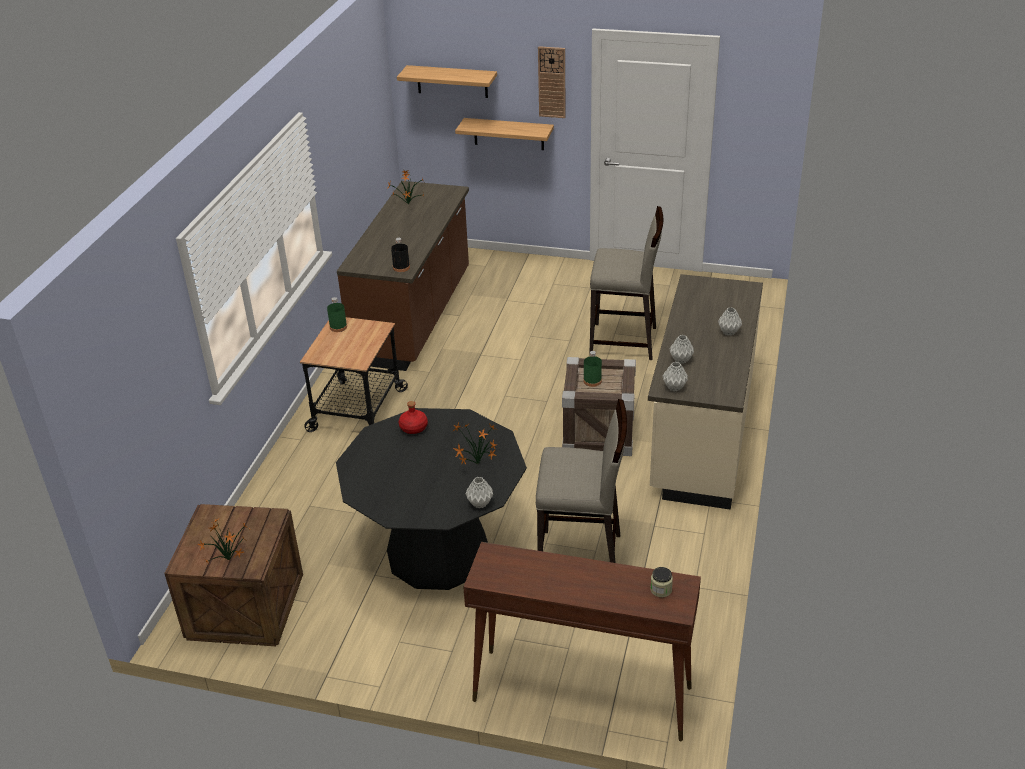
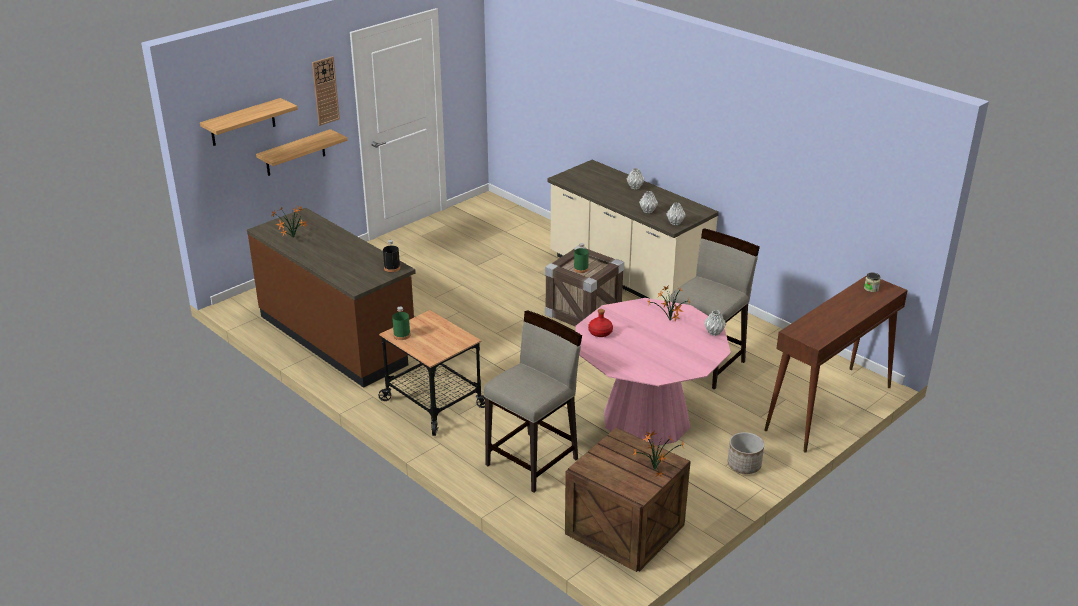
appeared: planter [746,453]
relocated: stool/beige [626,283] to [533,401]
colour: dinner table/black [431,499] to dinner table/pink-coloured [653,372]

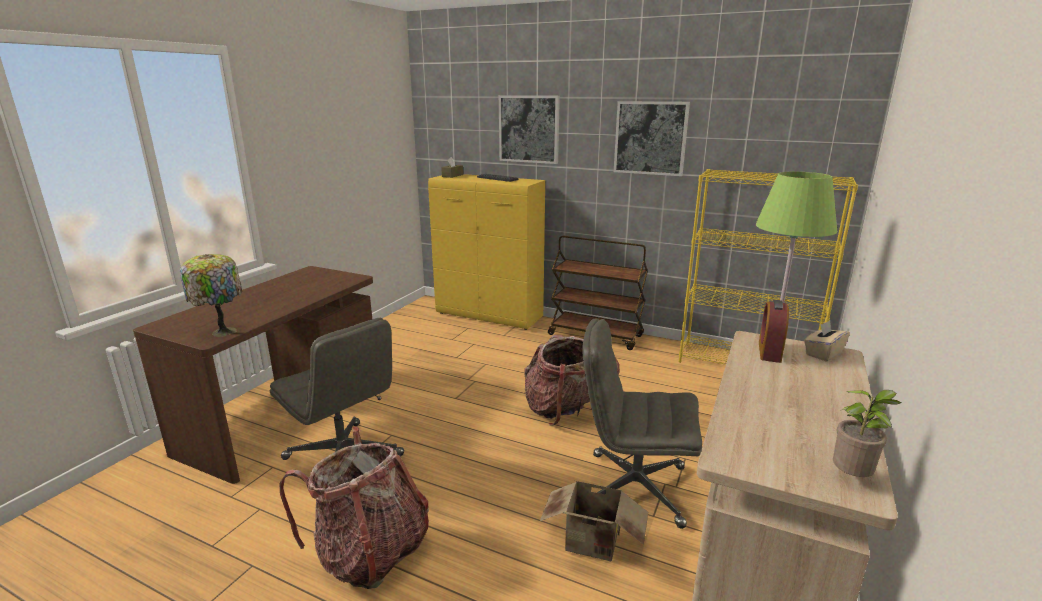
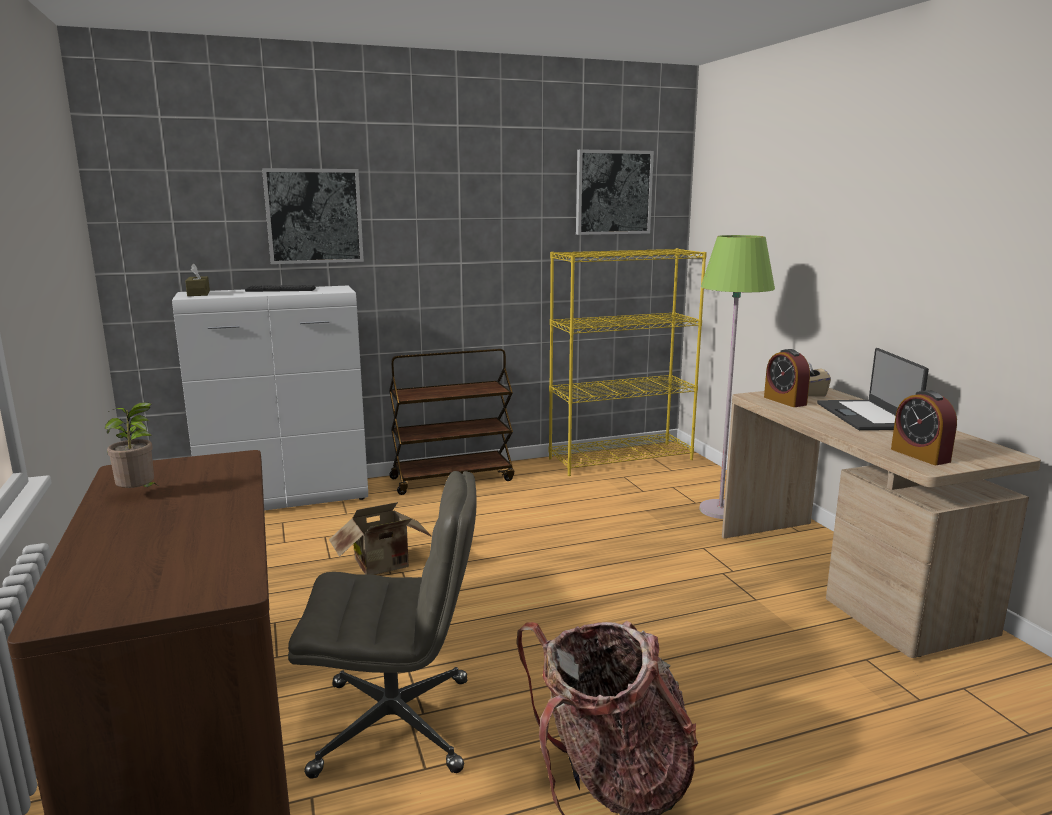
missing: table lamp [211,295]; backpack [572,380]; office chair/greyish [642,424]
appeared: laptop [873,389]; alarm clock [924,427]
relocated: potted plant [867,433] to [132,445]; carton [594,520] to [380,538]; picture [652,138] to [615,192]
colour: cabinet/yellow-coloured [486,252] to cabinet/white-coloured [270,398]

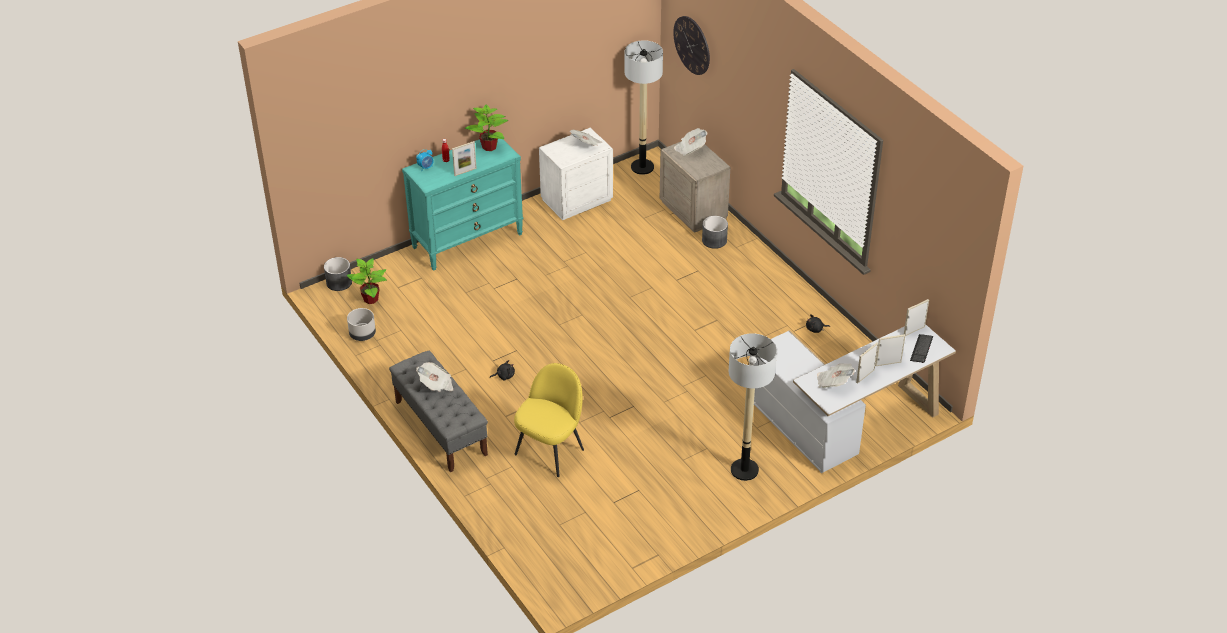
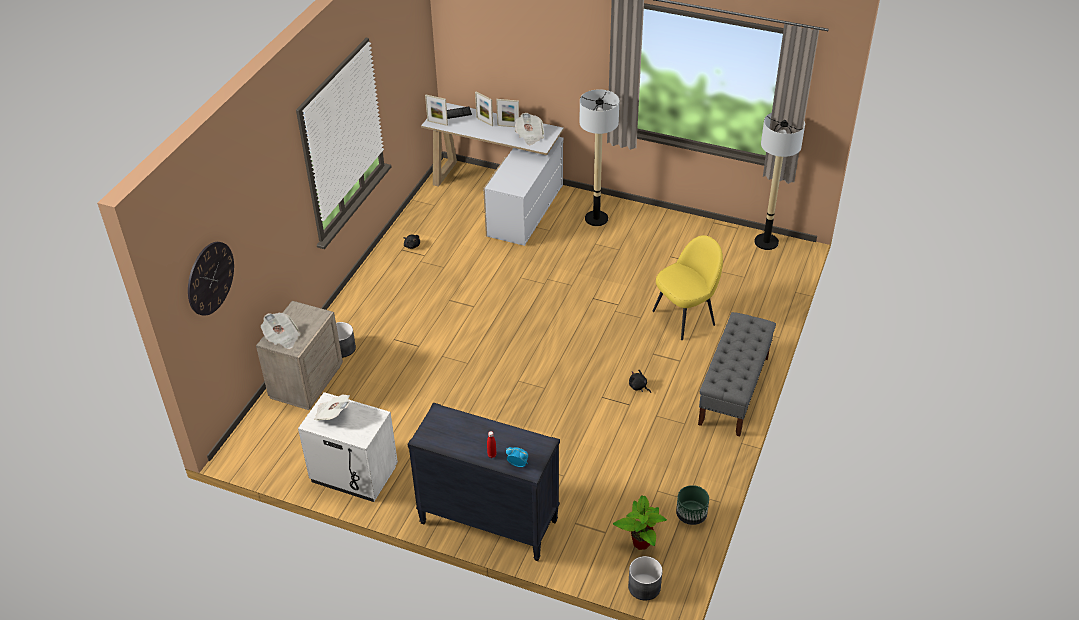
missing: daily paper [434,377]; photo frame [464,158]; potted plant [486,128]
relocated: standard lamp [644,107] to [779,181]
colour: dresser/turquoise-coloured [463,205] to dresser/black [484,481]; planter/greyish [361,324] to planter/greenish [692,505]
spun: chair/yellow-coloured [549,420] = [688,287] 150 degrees clockwise

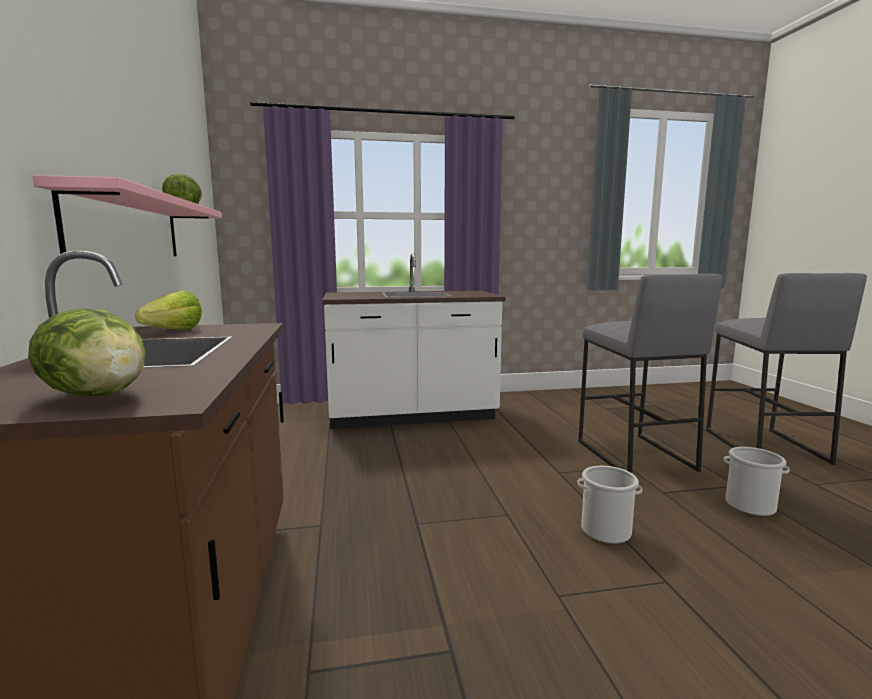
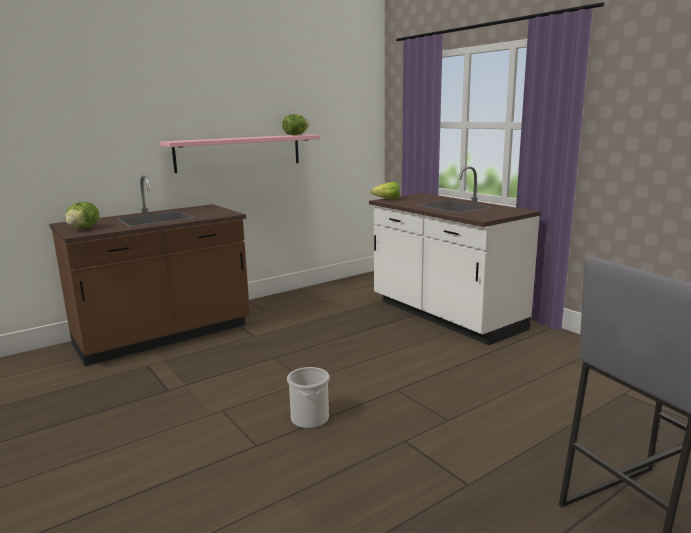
missing: stool/greyish [650,373]; water bucket [757,481]
relocated: head of lettuce [168,310] to [385,191]

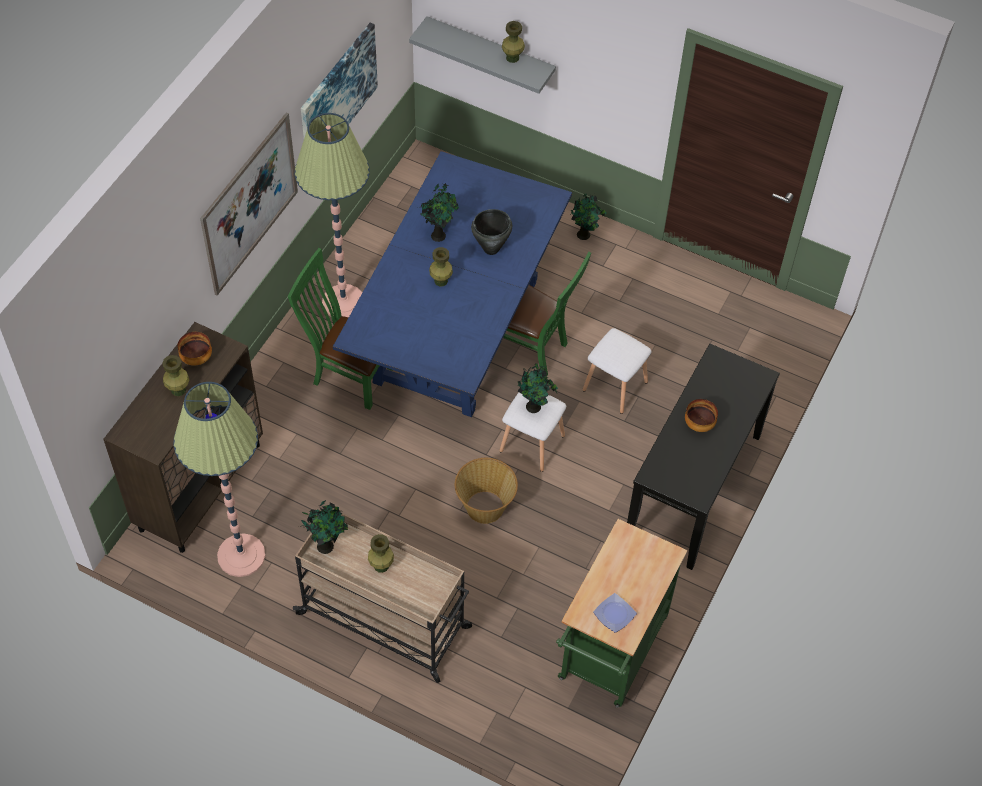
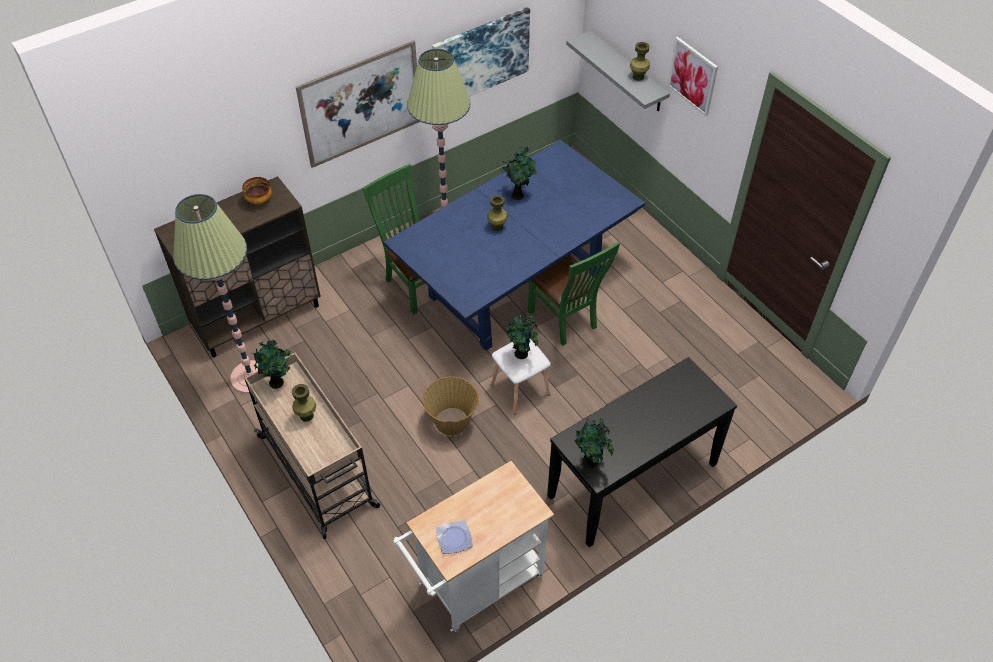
missing: flower vase/greenish [176,375]; saucepot/black [491,232]; stool/white-coloured [617,371]; deep dish [701,415]
appeared: picture [693,76]
relocated: potted plant [589,217] to [594,443]
colour: wheeled cart/greenish [621,613] to wheeled cart/white-coloured [473,546]

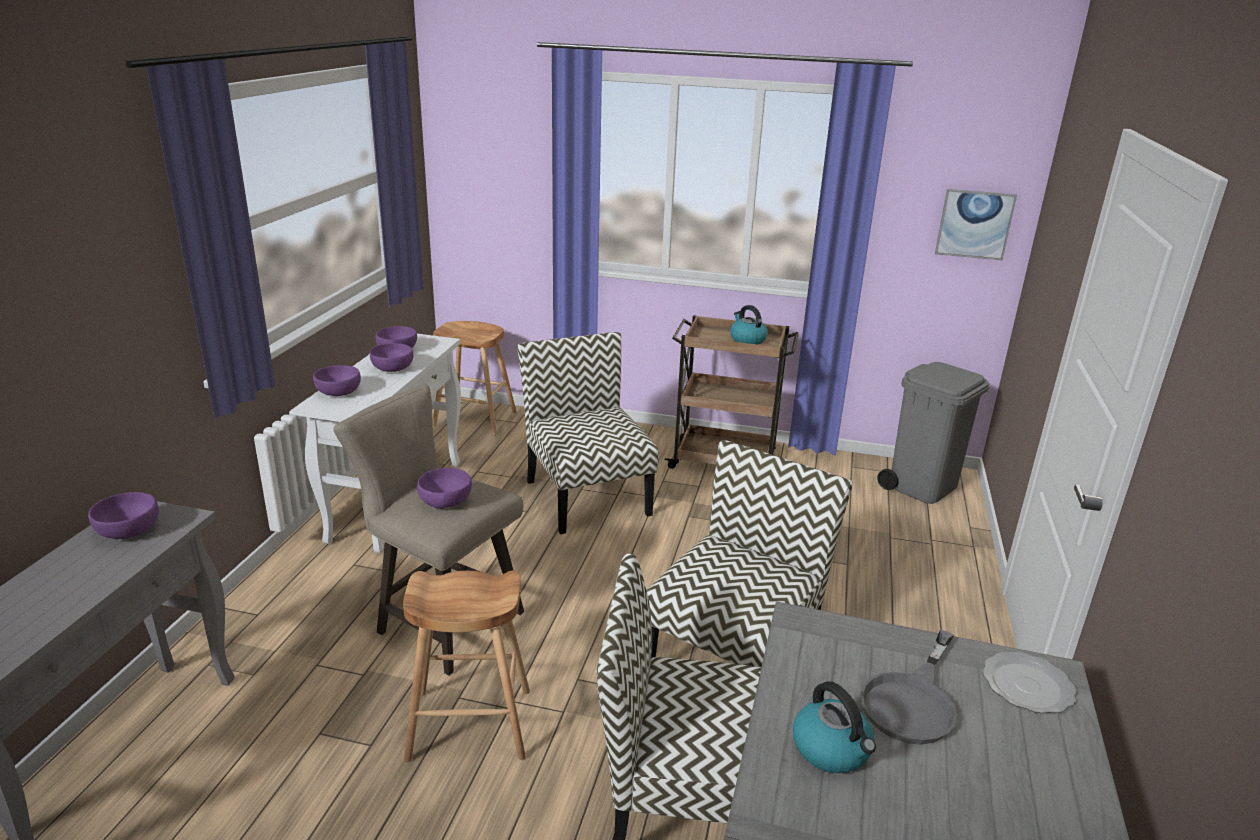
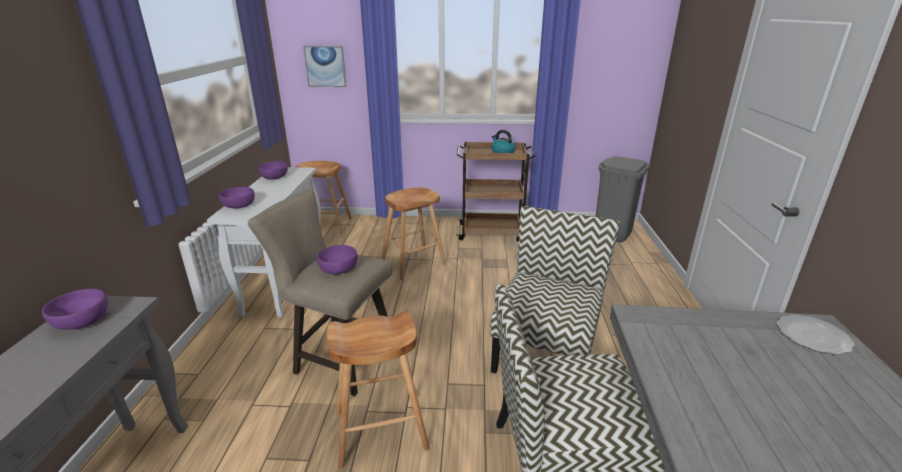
missing: deep dish/purplish [392,357]; tea kettle [834,727]; pan/greyish [908,687]
relocated: picture [976,224] to [325,66]
exchanged: chair [588,433] to stool/brown [413,233]

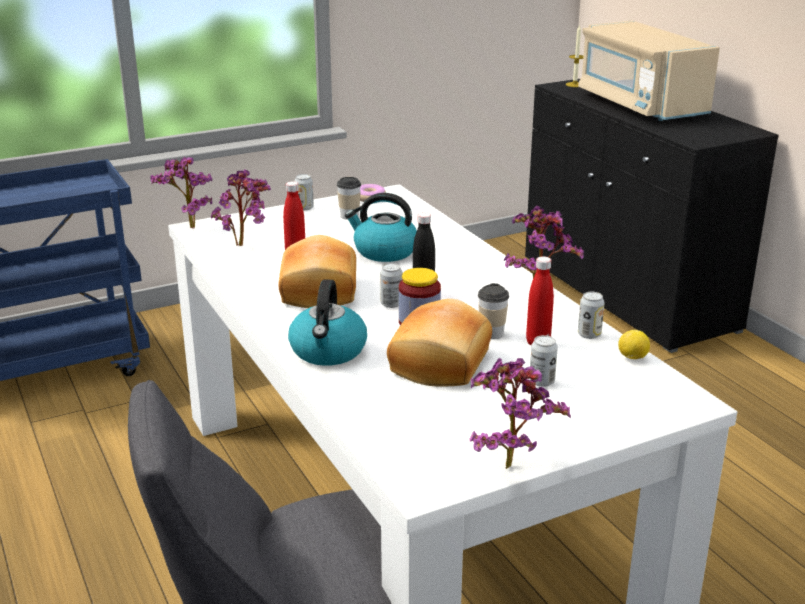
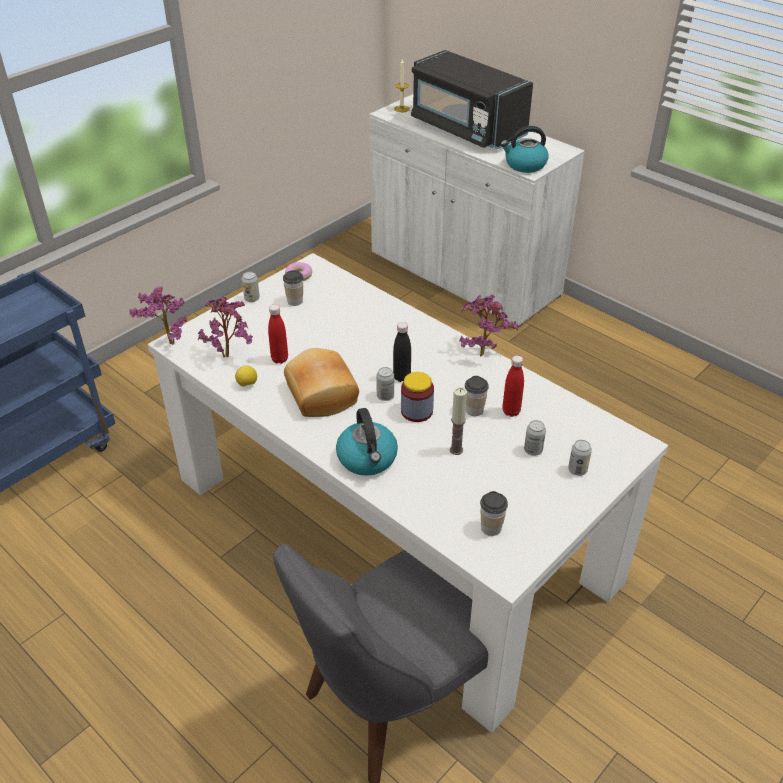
missing: potted plant [520,413]
appeared: cup [494,513]
relocated: citrus fruit [634,344] to [246,376]; tea kettle [381,227] to [525,149]; metal can [591,315] to [580,458]
exchanged: bread [439,342] to wax candle [458,421]
colour: cabinet/black [652,216] to cabinet/white-coloured [477,211]; microwave/beige [649,71] to microwave/black [472,99]

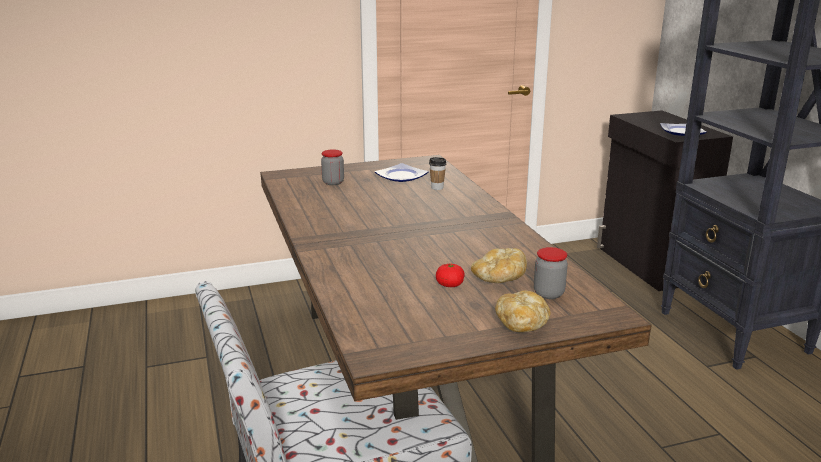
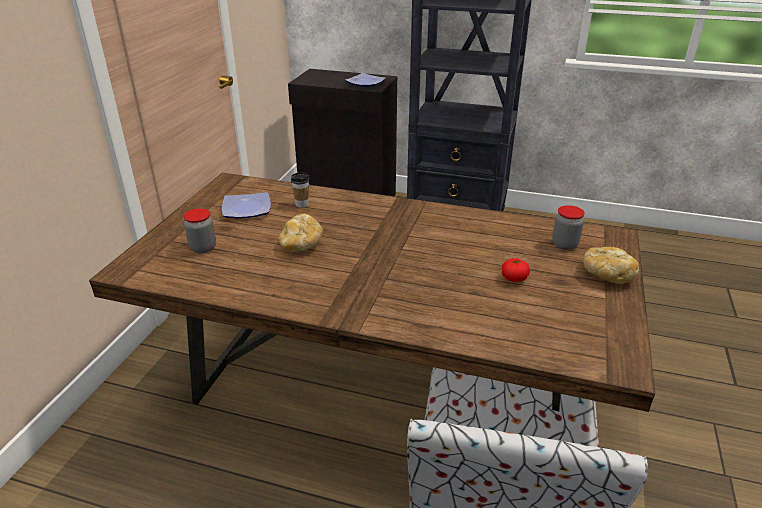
relocated: bread [499,265] to [301,232]

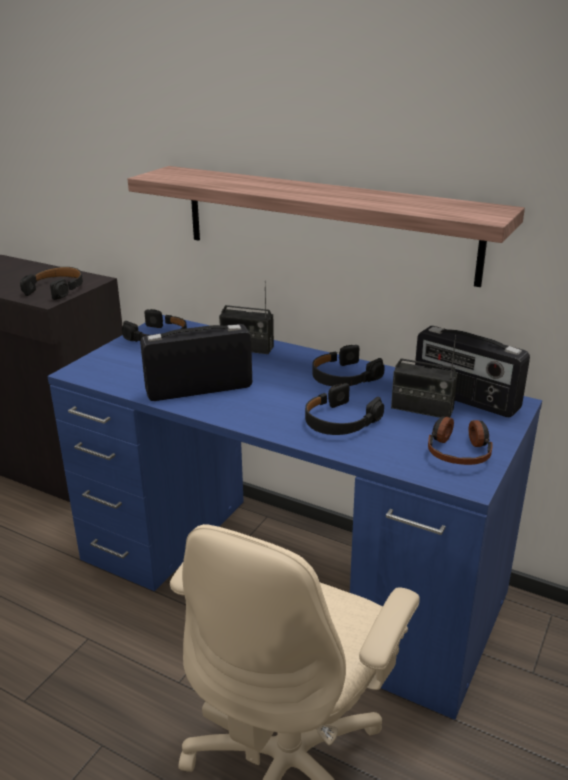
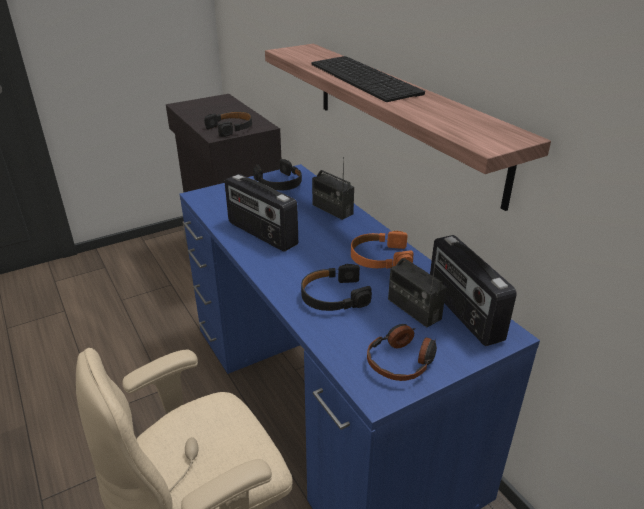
appeared: PC keyboard [368,79]
colour: headset/black [348,365] to headset/orange-coloured [382,250]
spun: radio [196,362] = [261,213] 150 degrees counterclockwise

